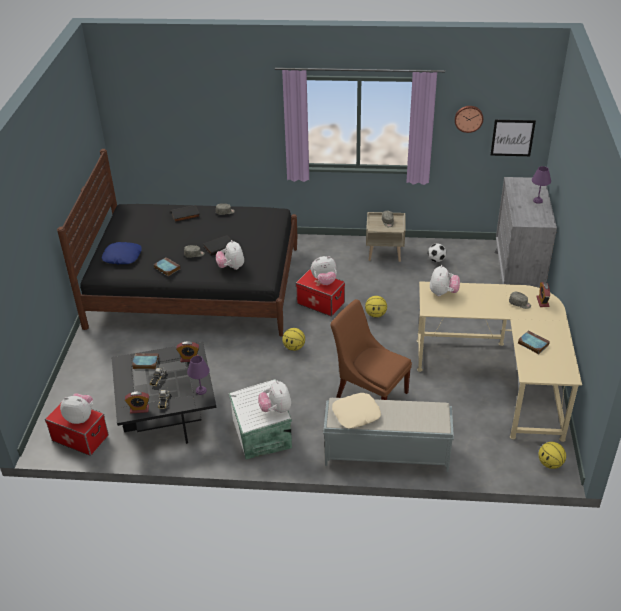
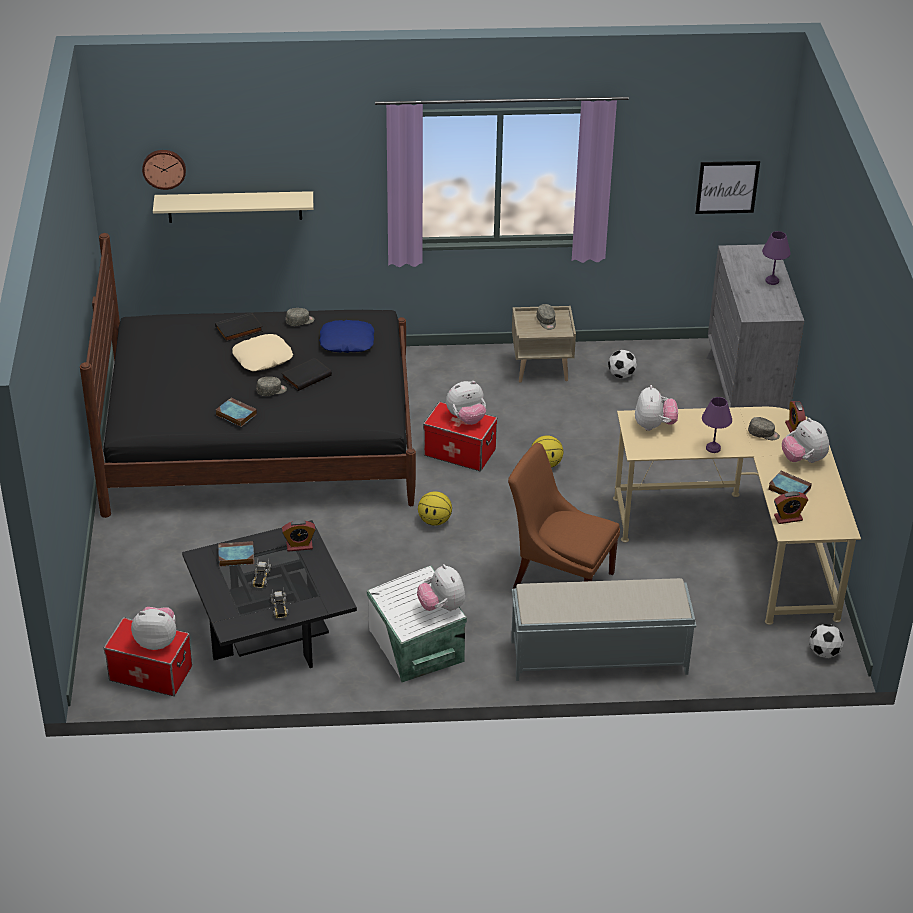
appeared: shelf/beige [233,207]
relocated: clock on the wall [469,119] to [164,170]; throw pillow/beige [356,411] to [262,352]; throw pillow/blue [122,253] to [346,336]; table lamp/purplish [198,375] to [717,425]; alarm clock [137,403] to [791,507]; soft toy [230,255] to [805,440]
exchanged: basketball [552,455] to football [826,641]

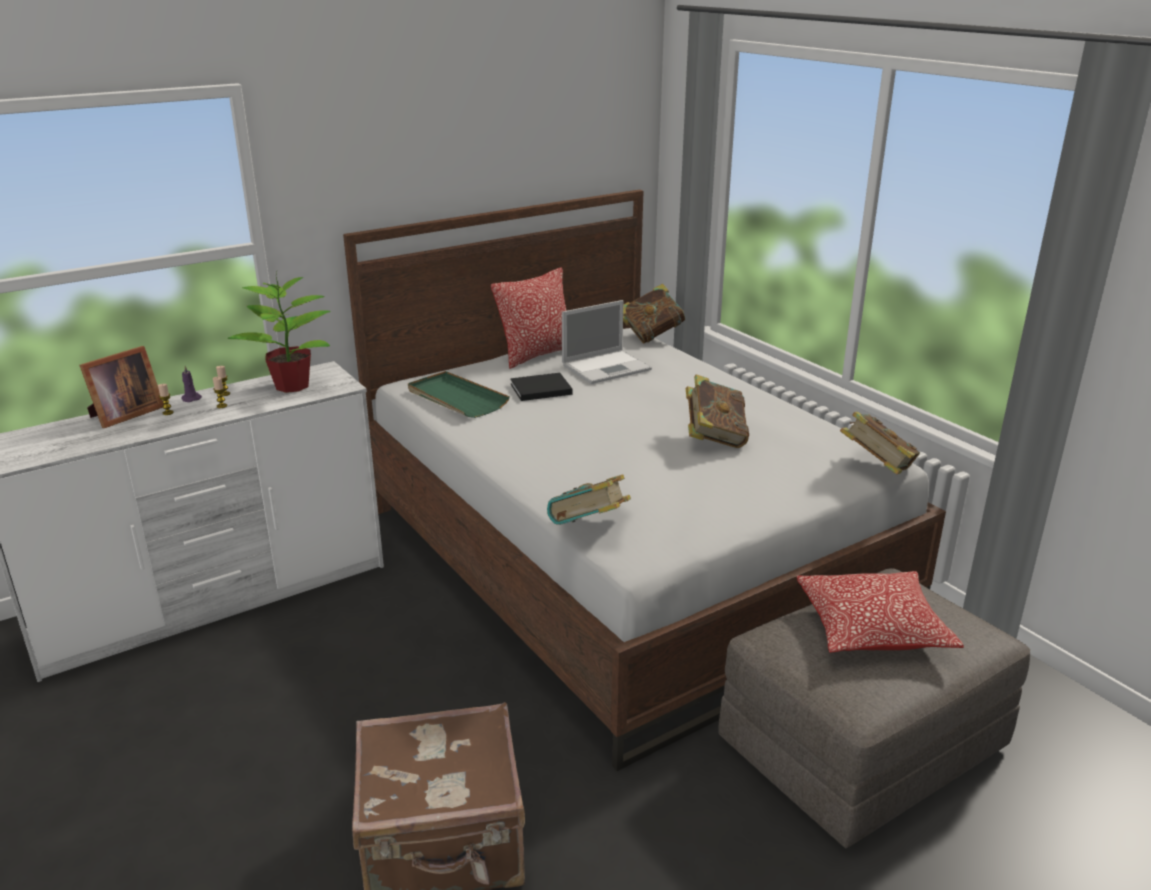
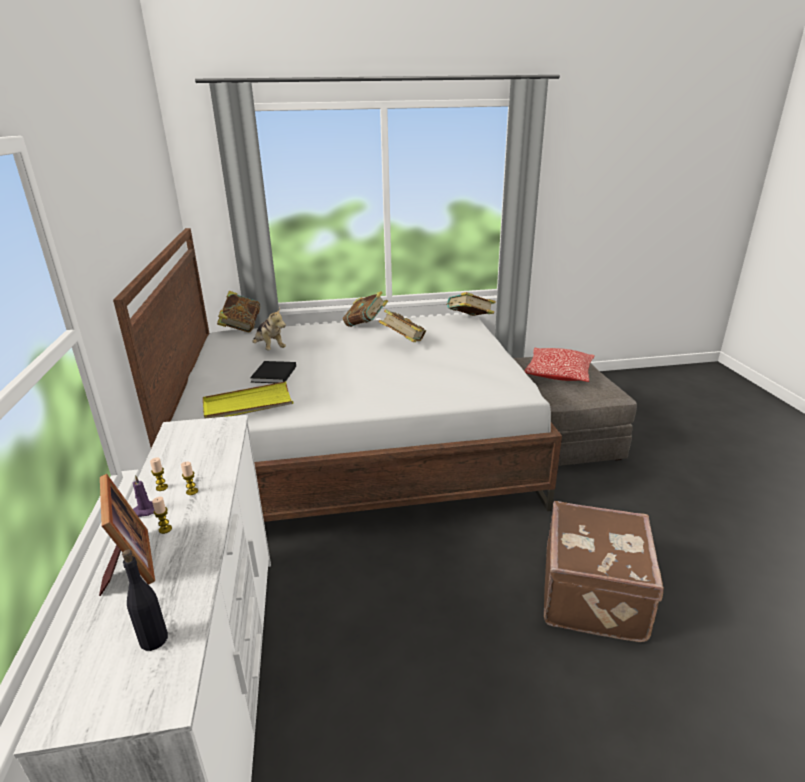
missing: potted plant [278,332]; throw pillow [529,318]
appeared: drink bottle/black [145,600]
relocated: volume [589,499] to [365,309]
exchanged: laptop [607,342] to soft toy [269,329]
colour: carrying tray/greenish [459,394] to carrying tray/yellow-coloured [248,400]

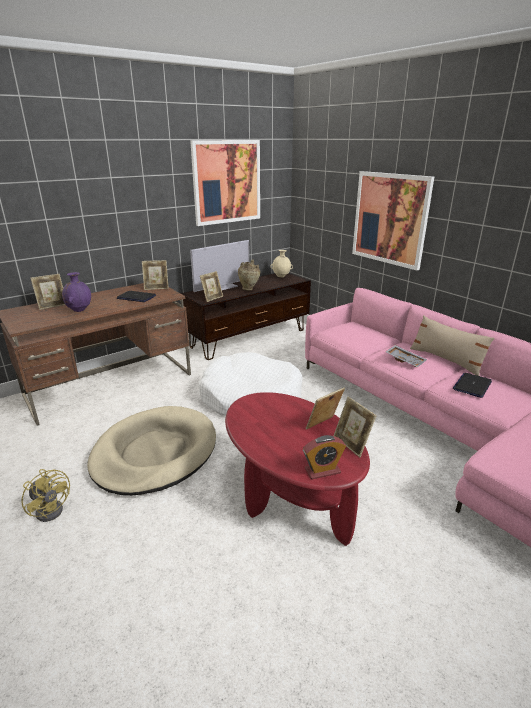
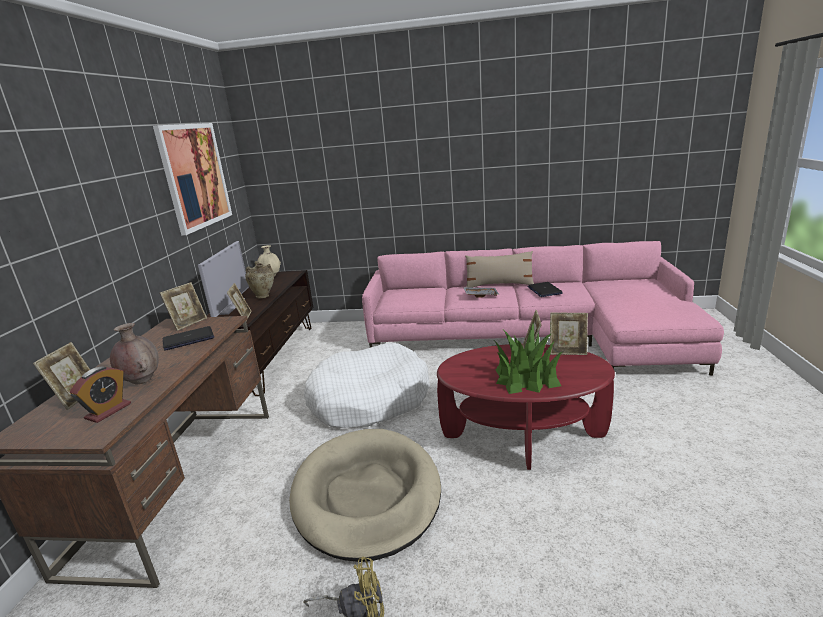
missing: picture [393,220]
appeared: potted plant [528,358]
relocated: alarm clock [324,457] to [100,394]
colour: flower vase/purplish [76,292] to flower vase/brown [134,353]

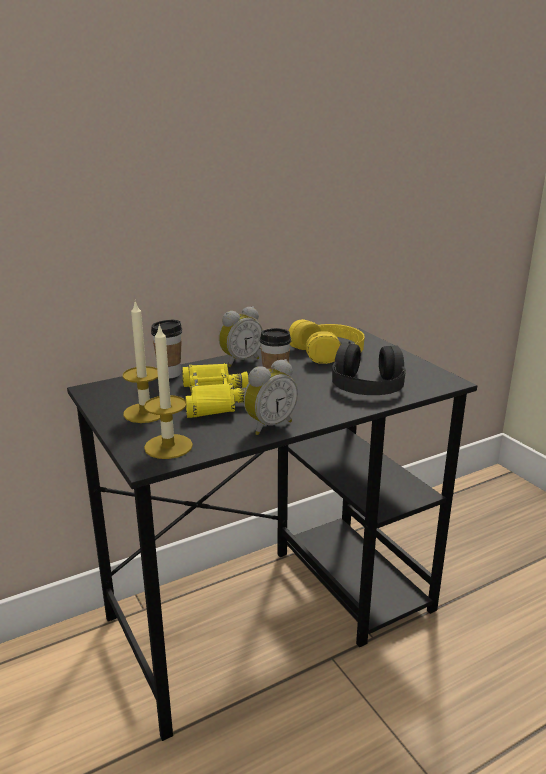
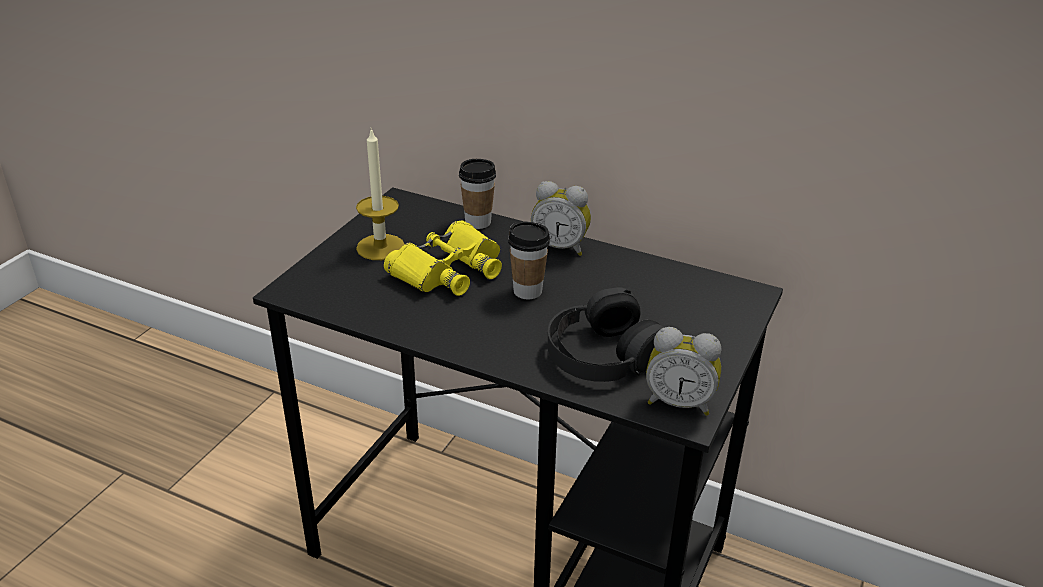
missing: wax candle [168,391]; headset/yellow-coloured [327,341]
relocated: alarm clock [271,397] to [683,371]

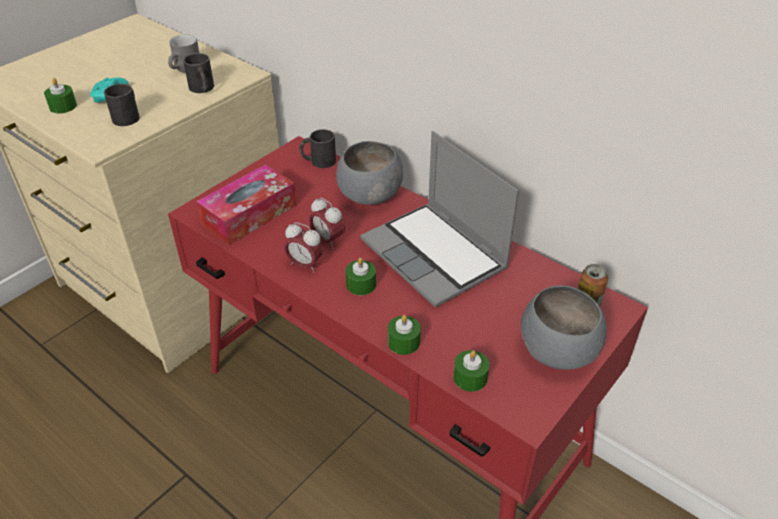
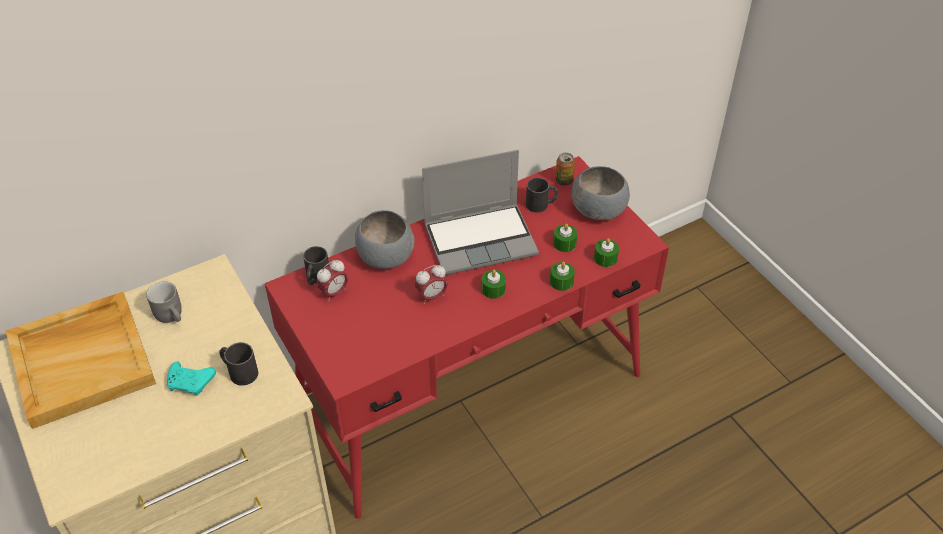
missing: box of tissues [246,205]
appeared: carrying tray/beige [81,360]
relocated: alarm clock [304,247] to [332,280]; coffee mug/black [198,73] to [542,195]; wax candle/greenish [60,95] to [565,237]

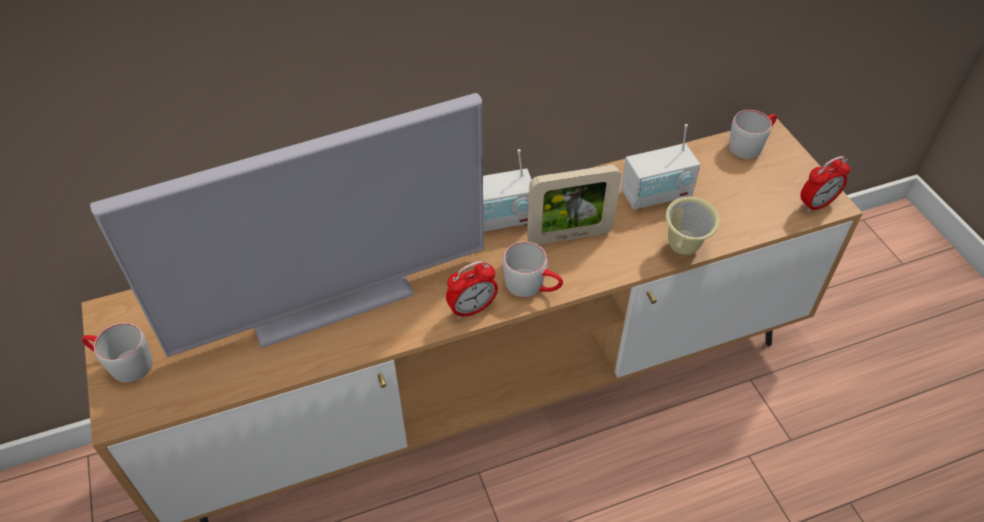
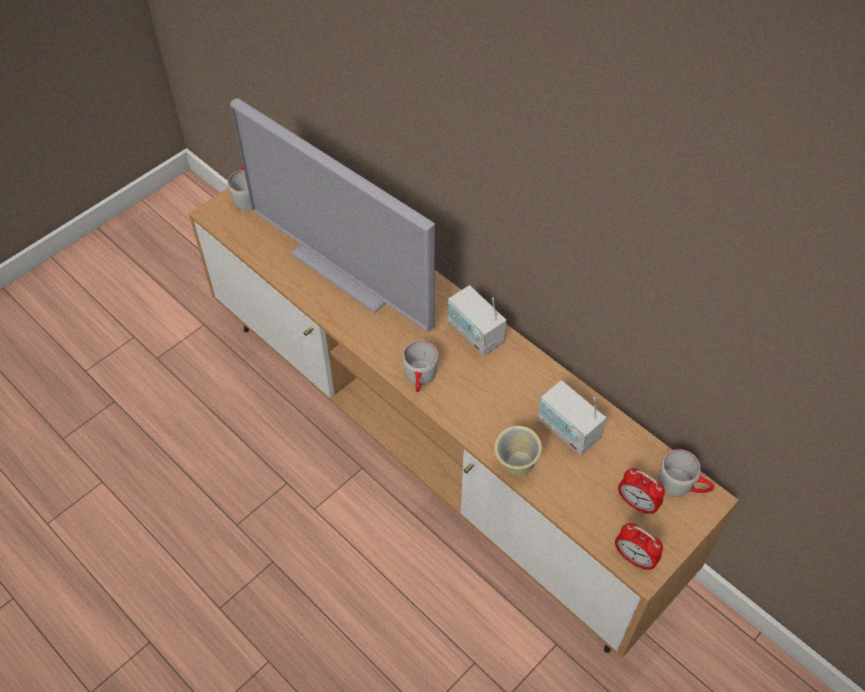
missing: photo frame [574,205]
relocated: alarm clock [472,290] to [641,491]

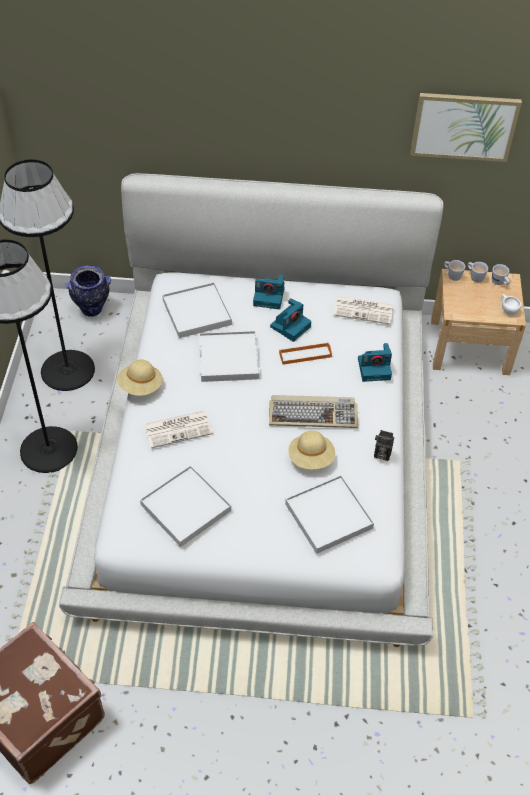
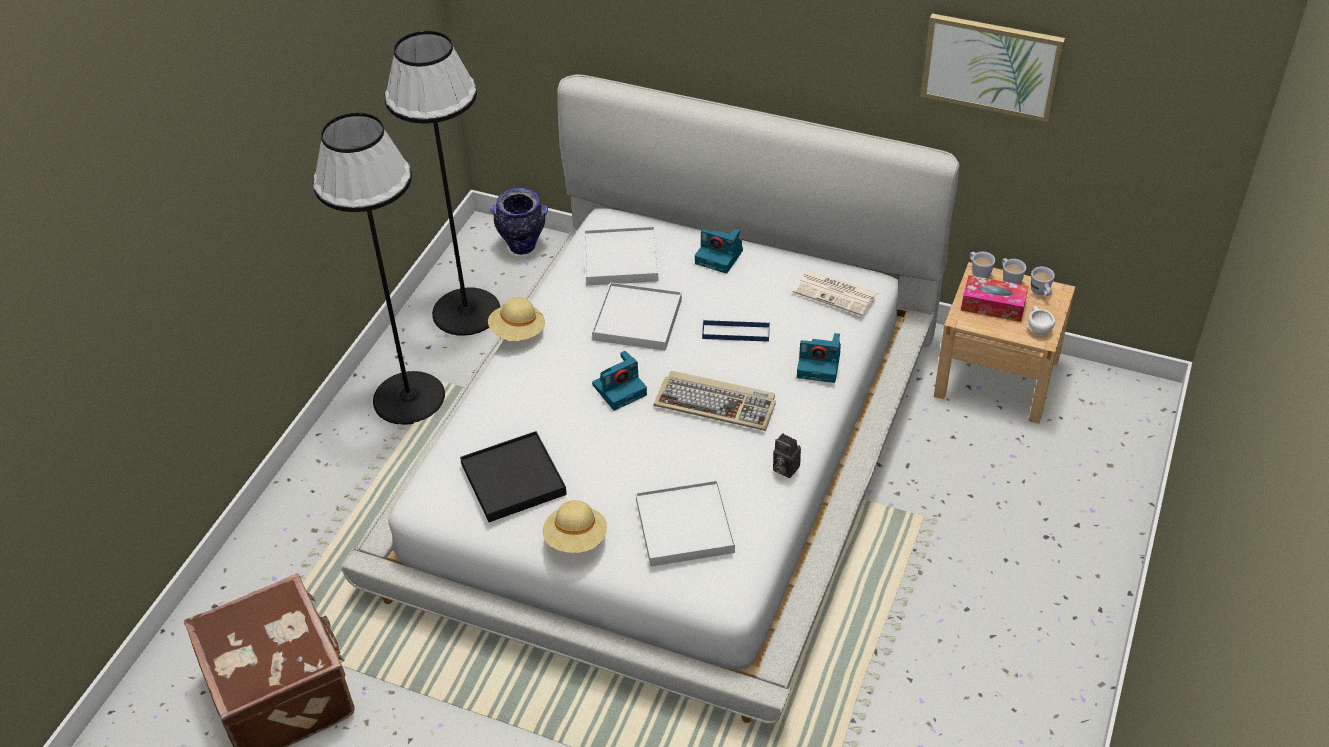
missing: daily paper [178,429]
appeared: box of tissues [995,298]
relocated: hat/beige [311,450] to [575,526]; still camera [290,320] to [619,381]
colour: carrying tray/white-coloured [185,506] to carrying tray/black [513,476]; carrying tray/orange-coloured [305,354] to carrying tray/blue [736,331]

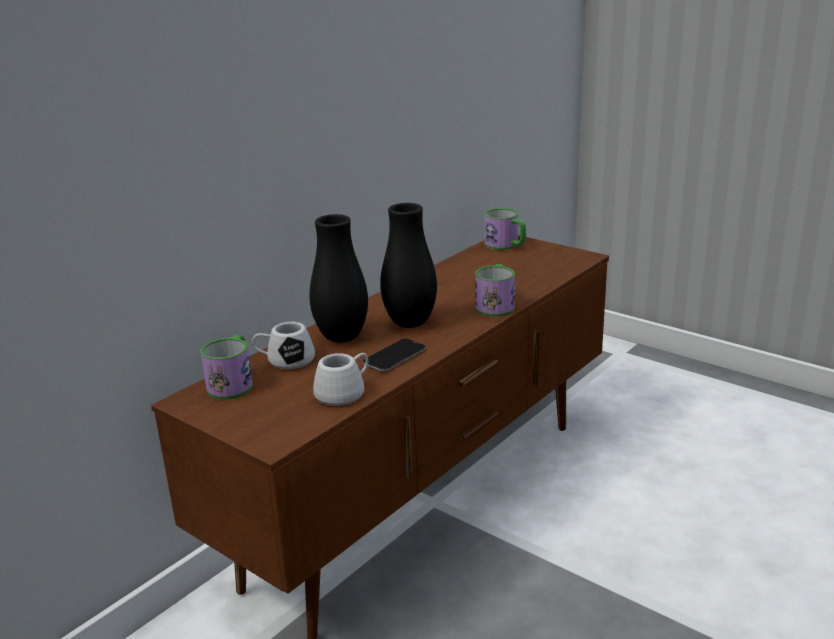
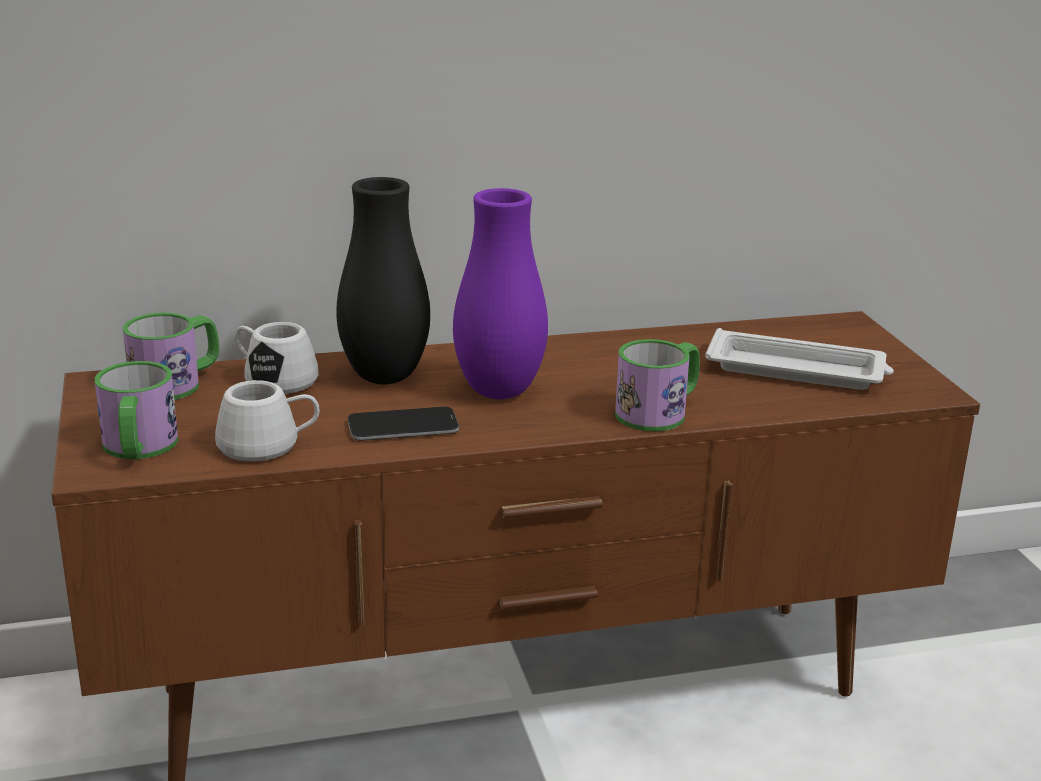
appeared: carrying tray/white-coloured [799,359]
relocated: coffee mug [505,229] to [136,410]
colour: flower vase/black [408,265] to flower vase/purplish [500,293]

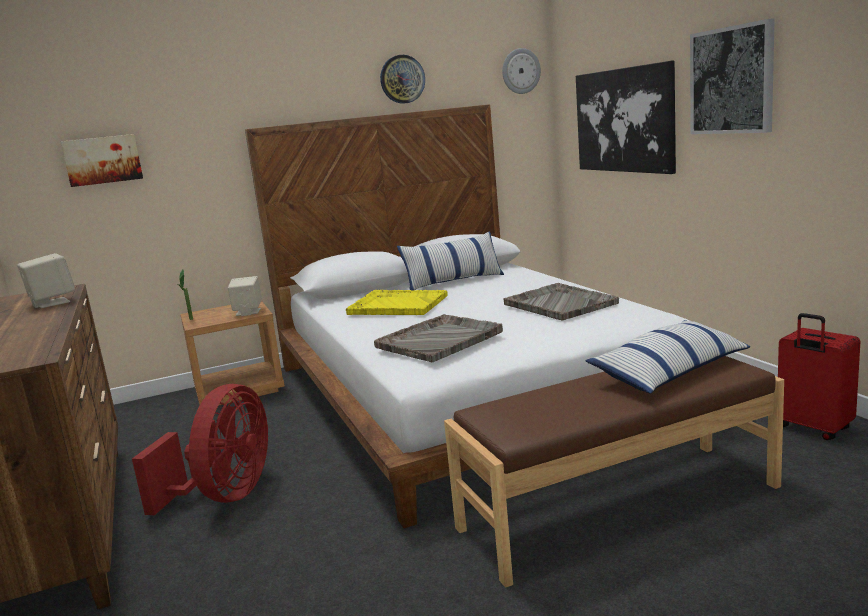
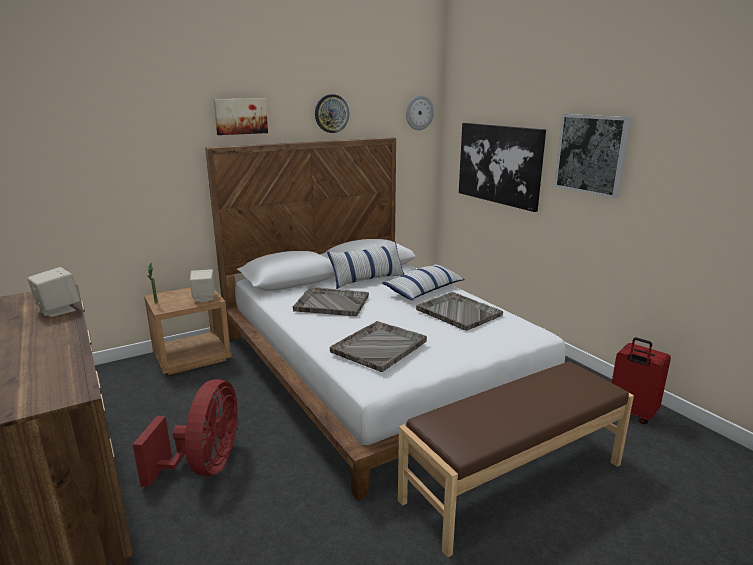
relocated: picture [101,160] to [240,117]; throw pillow [668,357] to [423,282]
colour: carrying tray/yellow-coloured [396,302] to carrying tray/greyish [331,301]

